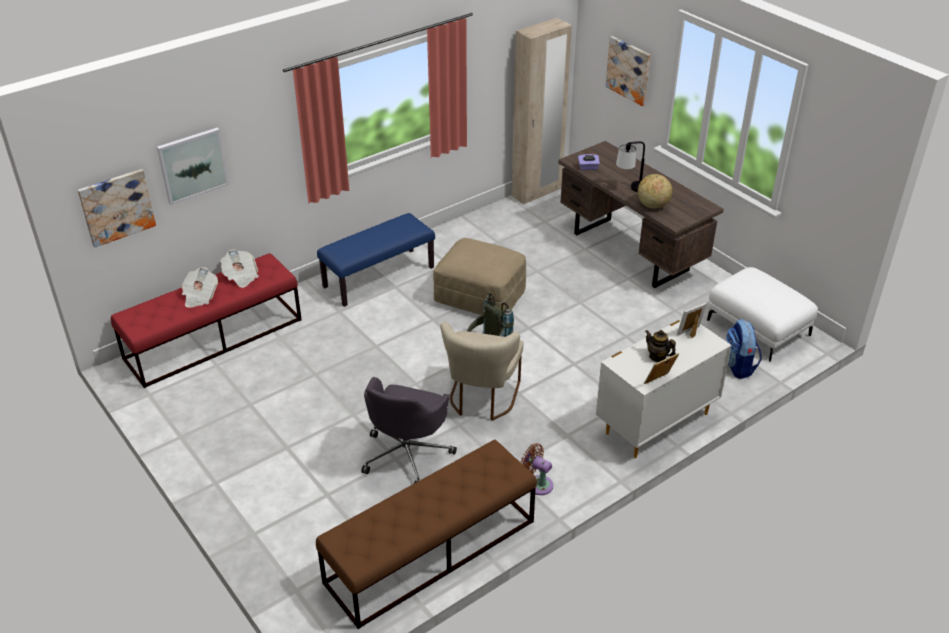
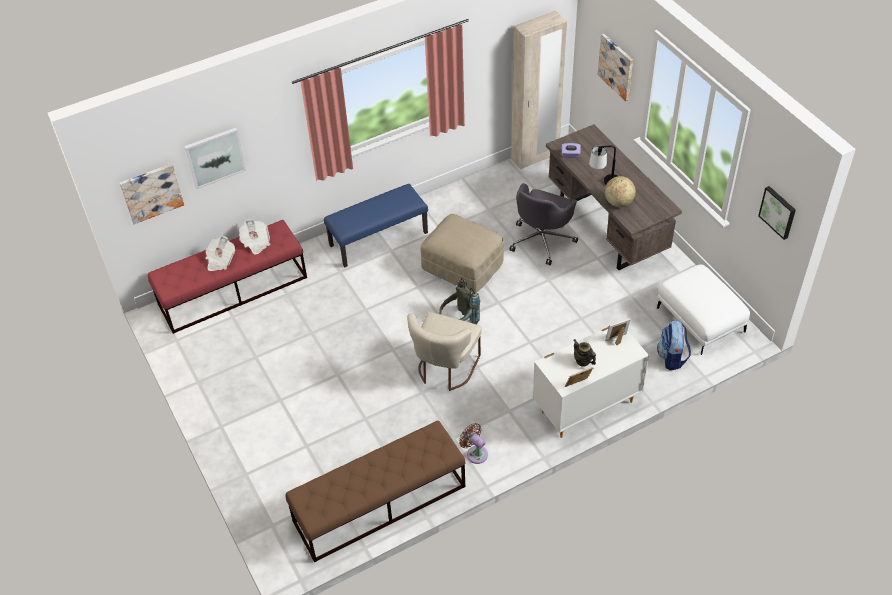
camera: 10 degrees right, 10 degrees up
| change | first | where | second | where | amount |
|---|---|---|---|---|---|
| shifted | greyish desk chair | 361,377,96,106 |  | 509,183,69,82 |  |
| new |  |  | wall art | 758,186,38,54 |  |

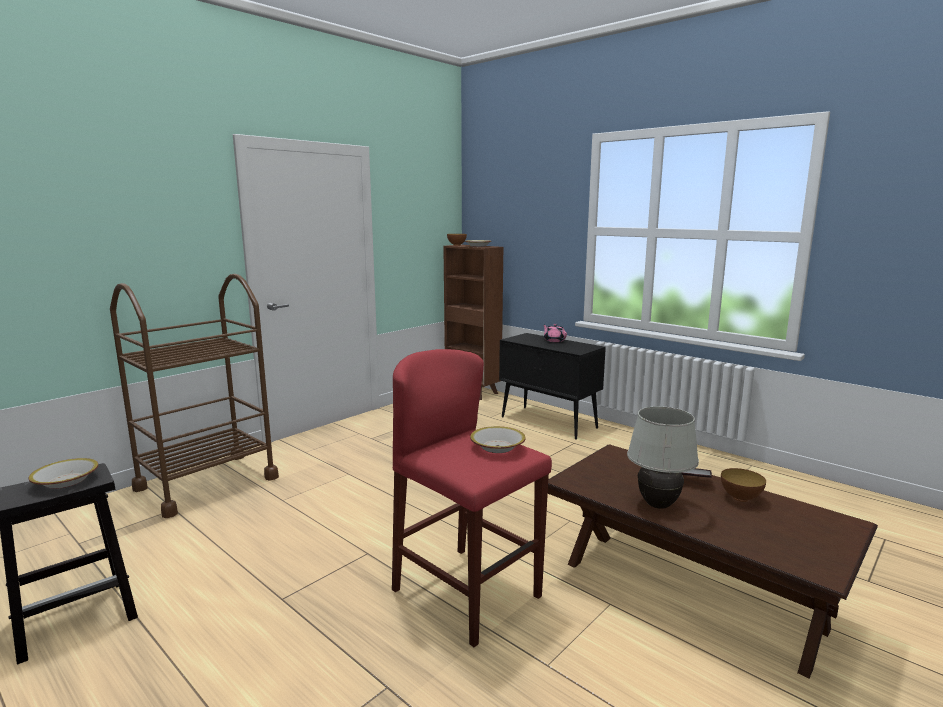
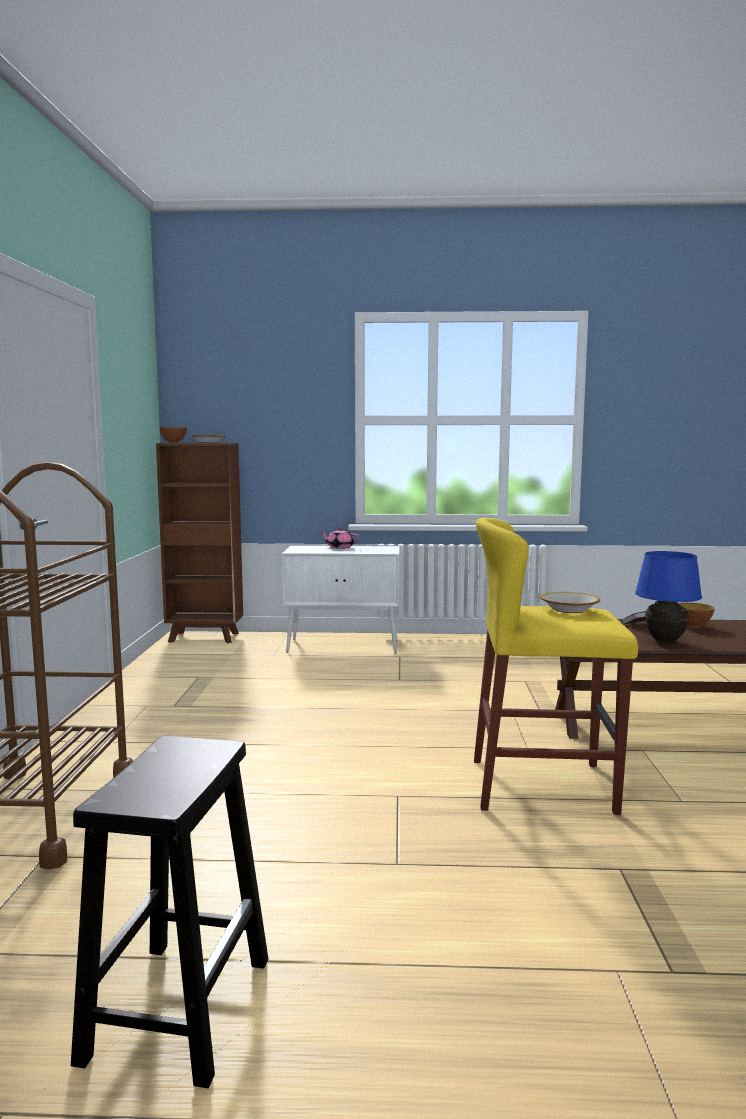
camera: 40 degrees left, 5 degrees down
| change | first | where | second | where | amount |
|---|---|---|---|---|---|
| gone | deep dish | 29,458,69,31 |  |  |  |
| repainted | red-coloured sitting stool | 392,349,160,298 | yellow-coloured sitting stool | 474,518,164,297 |  |
| repainted | blackish cupboard | 499,333,107,107 | white cupboard | 282,546,118,108 |  |
| repainted | white lamp for a table | 627,406,72,103 | blue lamp for a table | 635,551,67,92 |  |

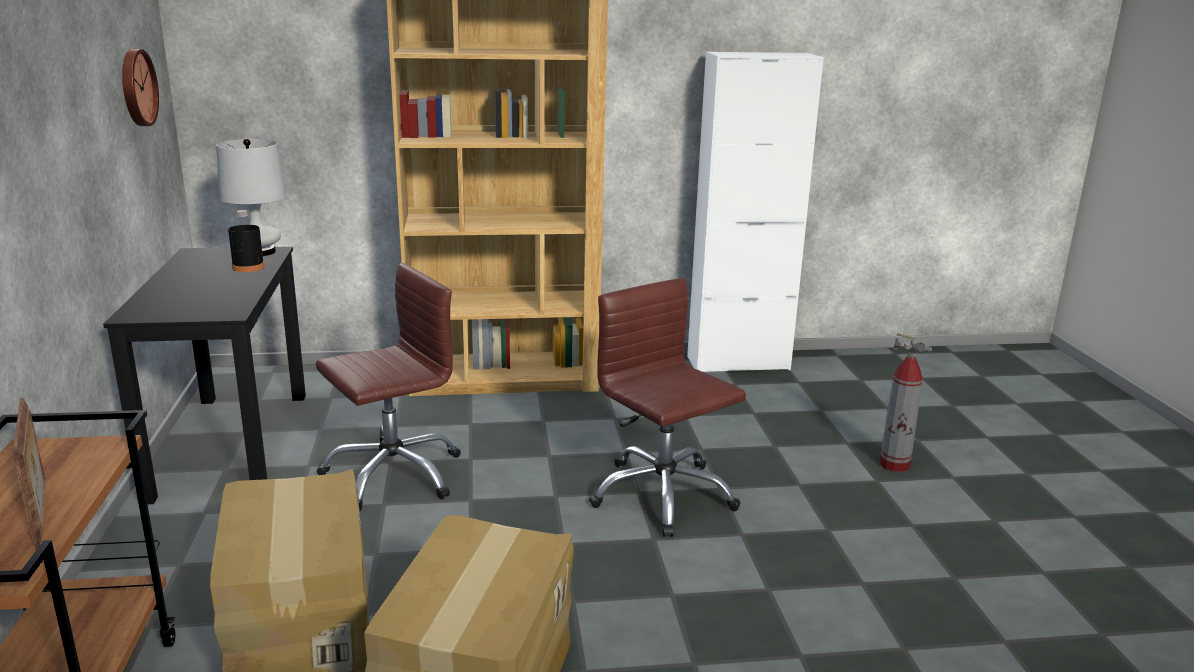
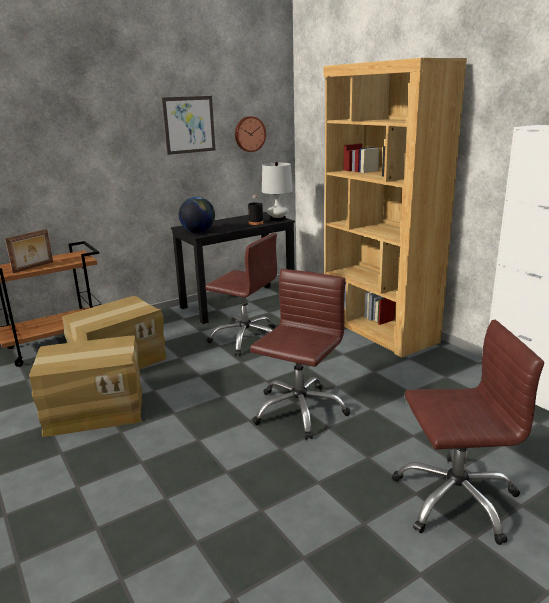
camera: 65 degrees right, 0 degrees up
| change | first | where | second | where | amount |
|---|---|---|---|---|---|
| swapped | extinguisher | 879,333,53,139 | brown desk chair | 392,320,152,225 |  |
| new |  |  | wall art | 162,96,53,59 |  |
| new |  |  | globe | 179,197,36,36 |  |

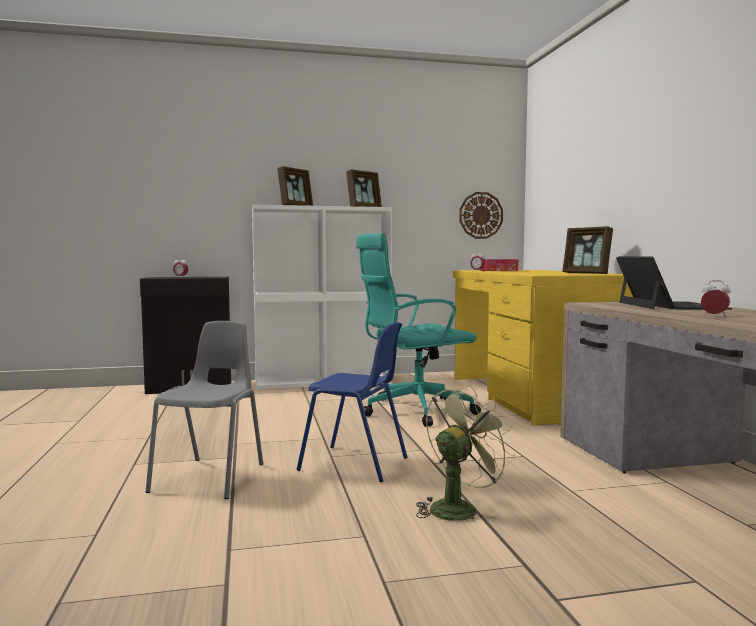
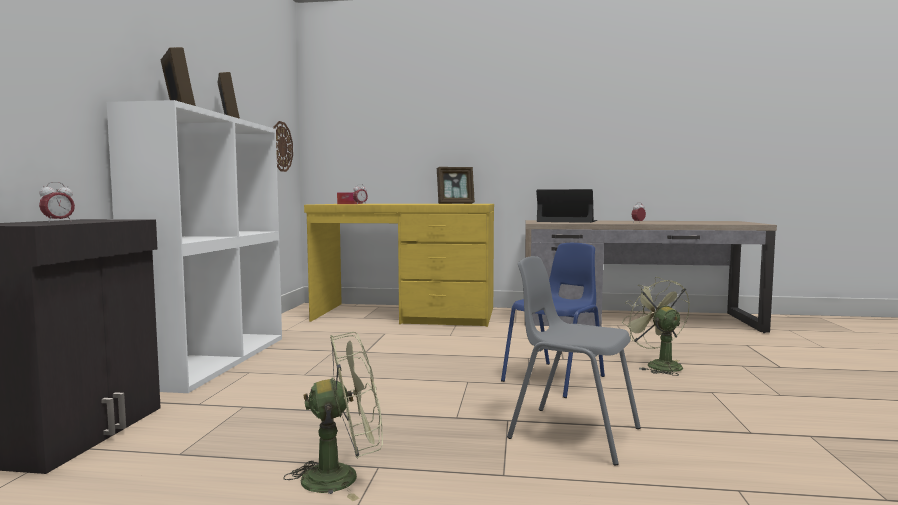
camera: 70 degrees left, 0 degrees up
| change | first | where | second | where | amount |
|---|---|---|---|---|---|
| gone | turquoise desk chair | 356,233,125,194 |  |  |  |
| new |  |  | green-coloured cooling fan | 284,332,99,169 |  |

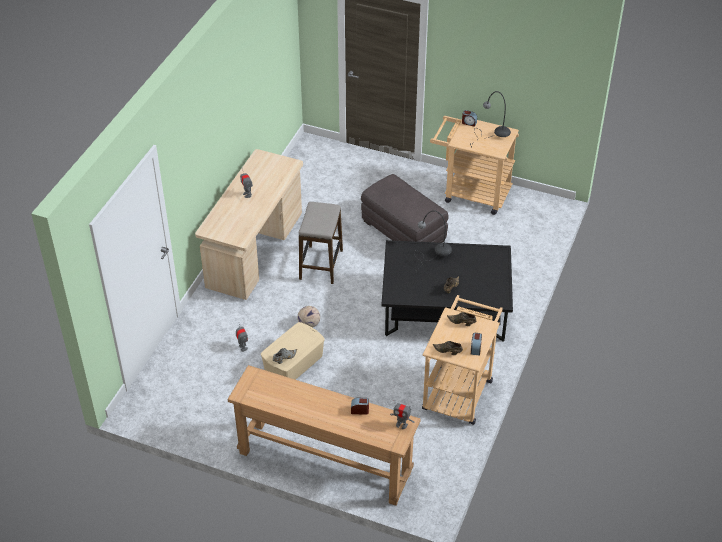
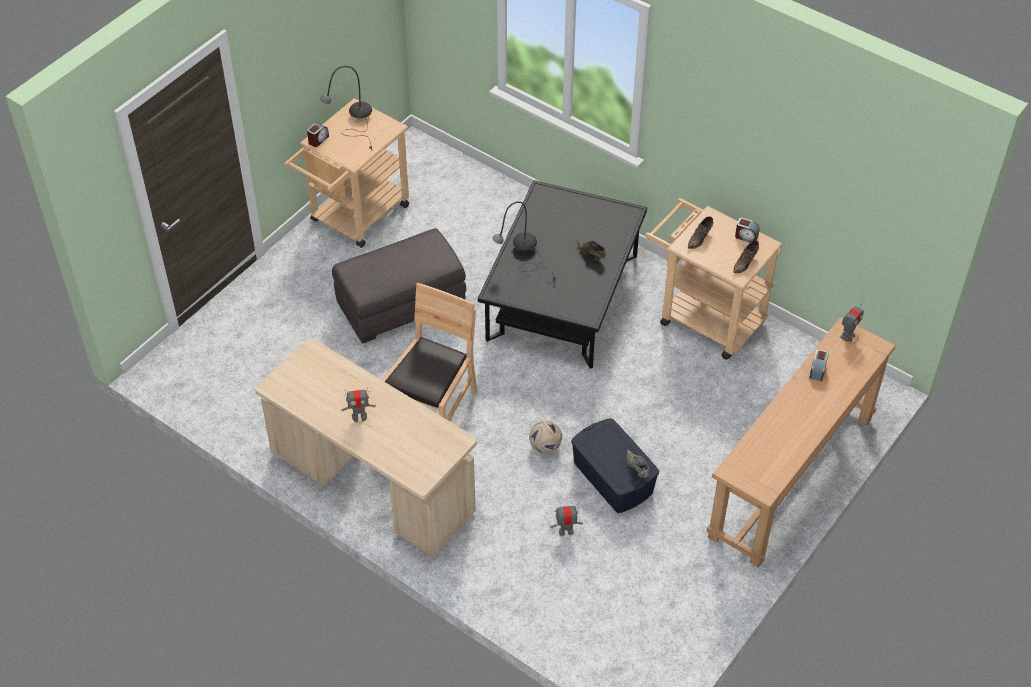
camera: 75 degrees left, 5 degrees up
| change | first | where | second | where | amount |
|---|---|---|---|---|---|
| repainted | beige-coloured storage bin | 261,322,64,58 | blue storage bin | 571,418,88,95 |  |
| swapped | sitting stool | 299,202,44,82 | brown plain chair | 382,283,95,138 |  |

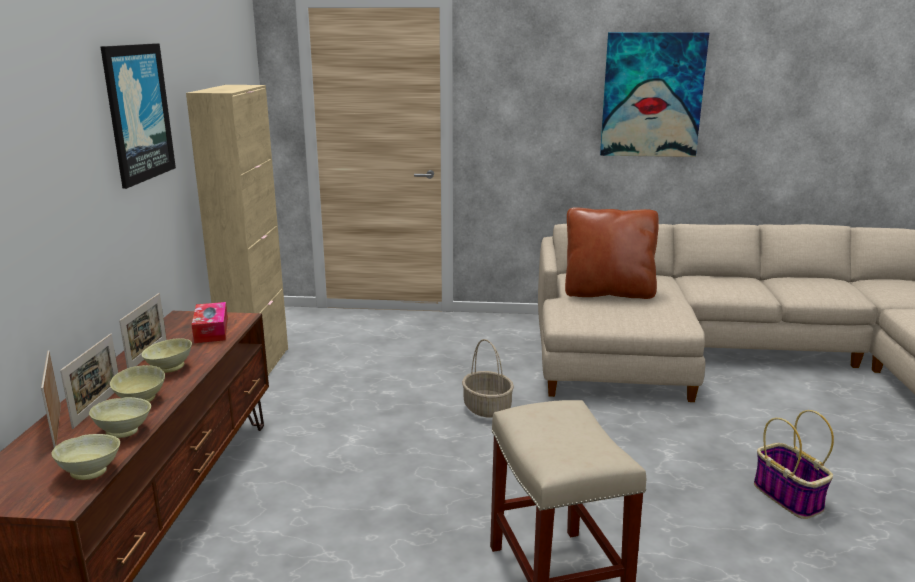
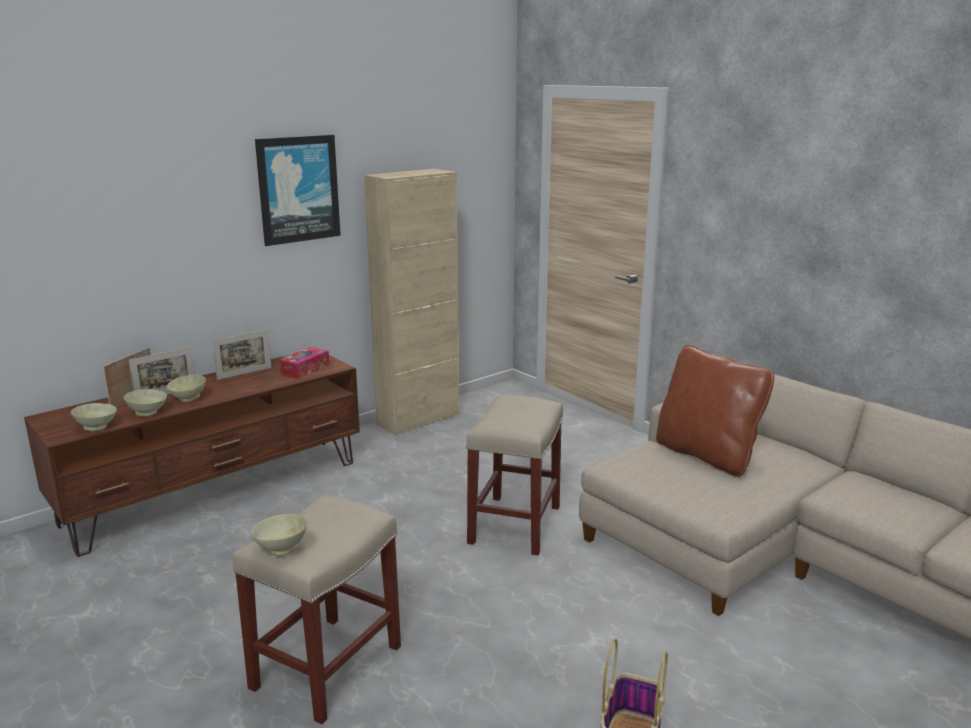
camera: 45 degrees right, 0 degrees up
| change | first | where | second | where | amount |
|---|---|---|---|---|---|
| shifted | beige-coloured deep dish | 141,338,51,35 |  | 251,514,57,42 |  |
| swapped | basket | 462,339,52,79 | beige-coloured sitting stool | 466,396,97,159 |  |
| gone | wall art | 600,32,109,125 |  |  |  |

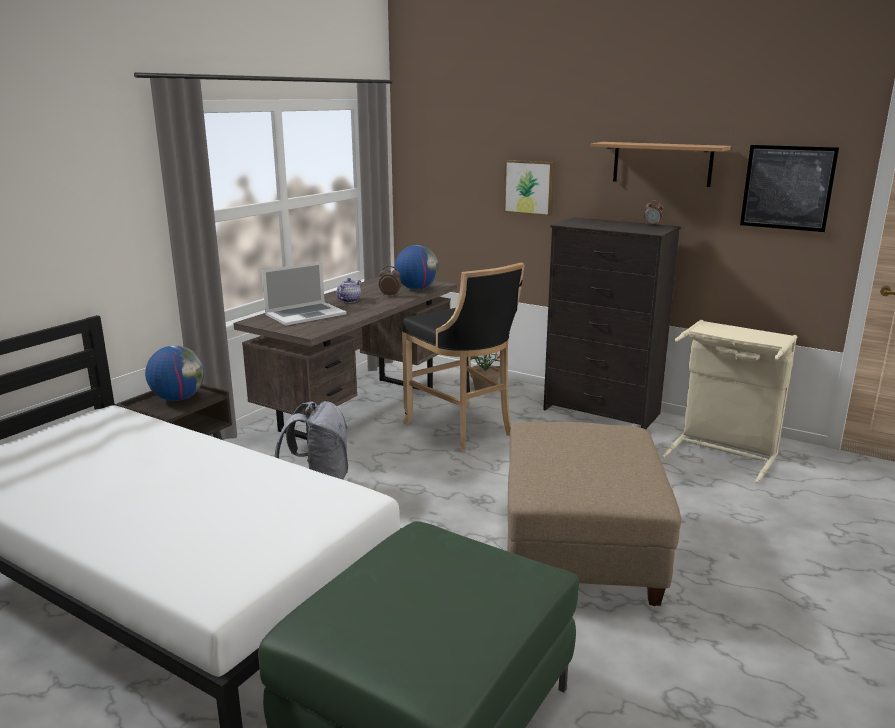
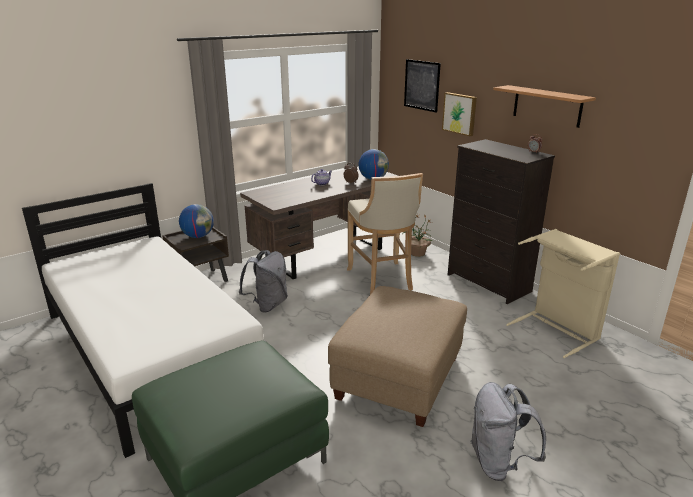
camera: 20 degrees right, 5 degrees up
| change | first | where | second | where | amount |
|---|---|---|---|---|---|
| gone | laptop | 262,262,85,64 |  |  |  |
| repainted | blackish sitting stool | 402,263,123,188 | beige-coloured sitting stool | 347,173,76,122 |  |
| shifted | wall art | 740,145,99,87 |  | 404,59,37,54 |  |
| new |  |  | greyish backpack | 470,382,76,99 |  |

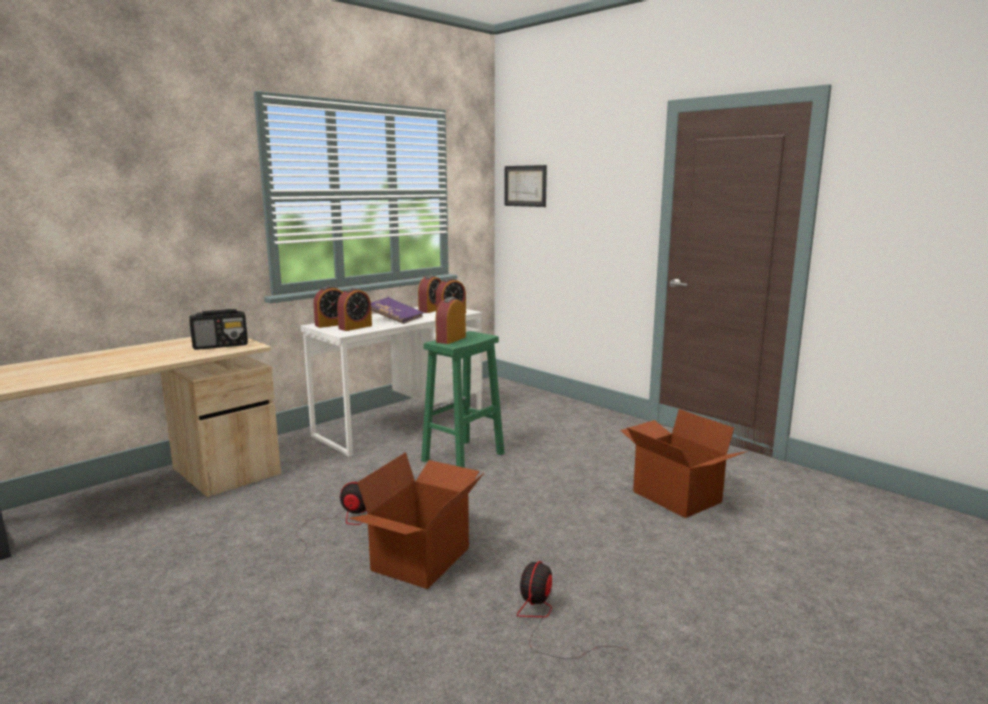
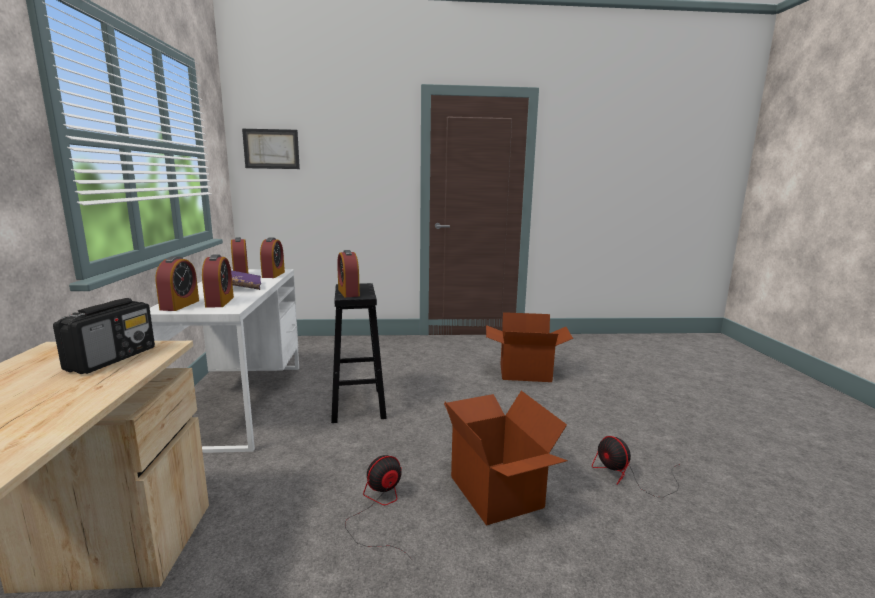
camera: 50 degrees left, 0 degrees up
| change | first | where | second | where | amount |
|---|---|---|---|---|---|
| repainted | green-coloured sitting stool | 421,331,83,137 | blackish sitting stool | 331,283,56,140 |  |

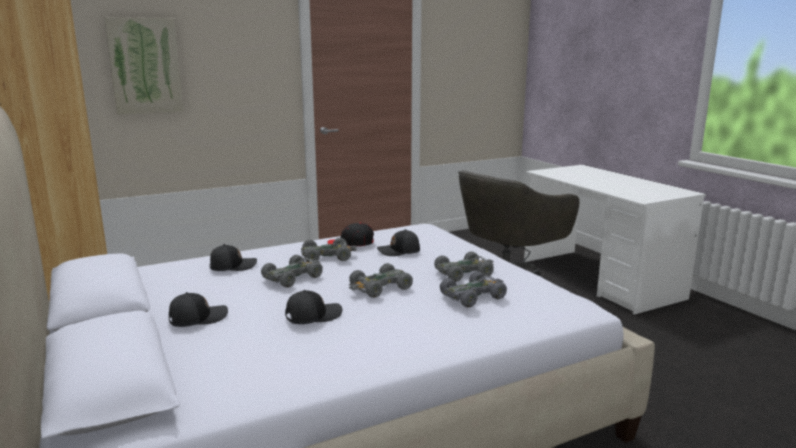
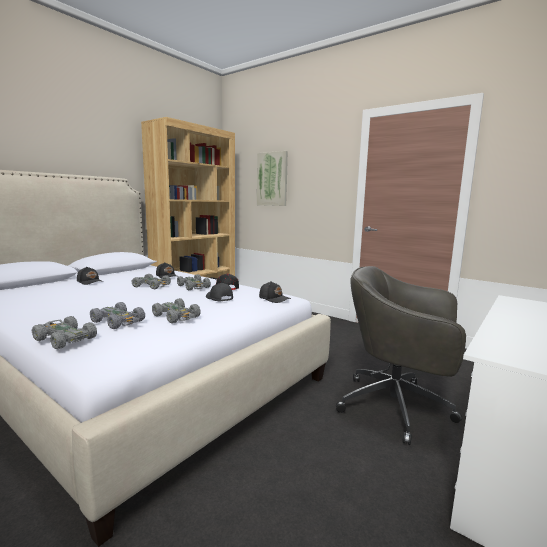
camera: 65 degrees right, 5 degrees down
| change | first | where | second | where | amount |
|---|---|---|---|---|---|
| shifted | blackish peaked cap | 285,290,57,34 |  | 259,281,32,22 |  |
| shifted | greyish model car | 349,263,64,35 |  | 32,316,65,33 |  |

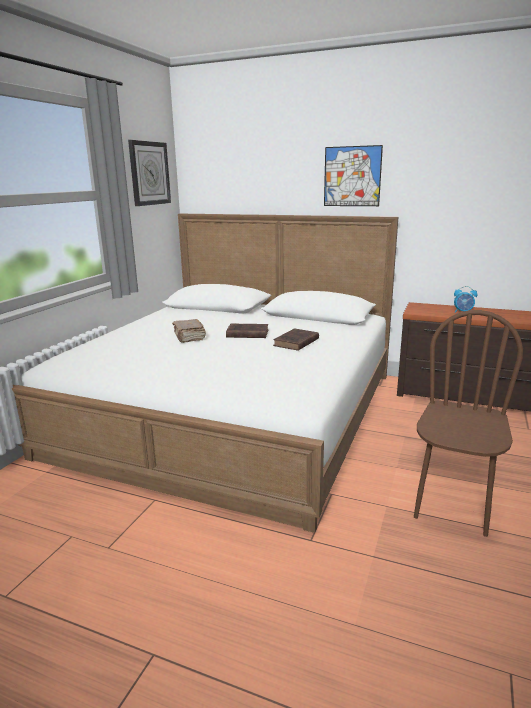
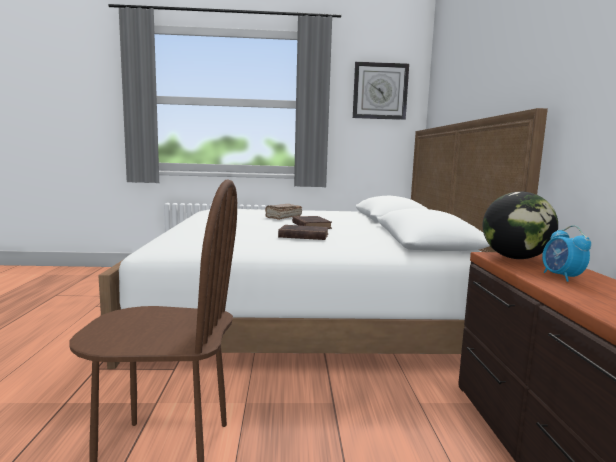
camera: 65 degrees right, 10 degrees down
| change | first | where | second | where | amount |
|---|---|---|---|---|---|
| gone | wall art | 324,145,59,61 |  |  |  |
| new |  |  | globe | 483,191,75,68 |  |

